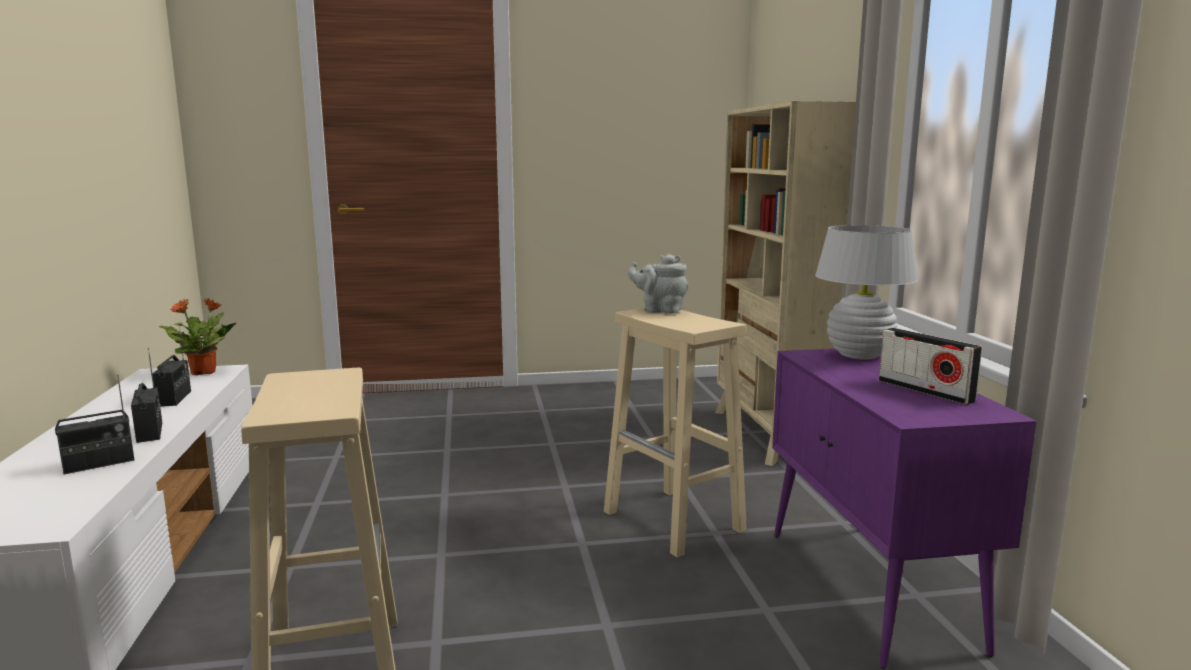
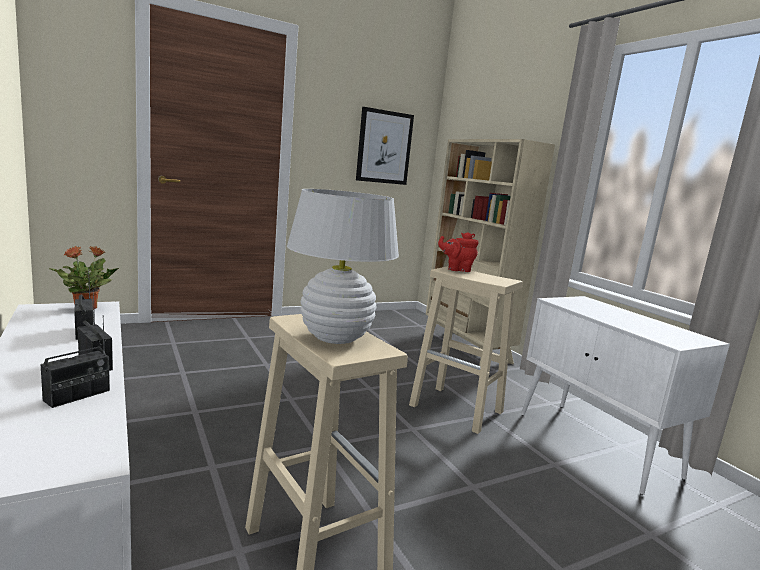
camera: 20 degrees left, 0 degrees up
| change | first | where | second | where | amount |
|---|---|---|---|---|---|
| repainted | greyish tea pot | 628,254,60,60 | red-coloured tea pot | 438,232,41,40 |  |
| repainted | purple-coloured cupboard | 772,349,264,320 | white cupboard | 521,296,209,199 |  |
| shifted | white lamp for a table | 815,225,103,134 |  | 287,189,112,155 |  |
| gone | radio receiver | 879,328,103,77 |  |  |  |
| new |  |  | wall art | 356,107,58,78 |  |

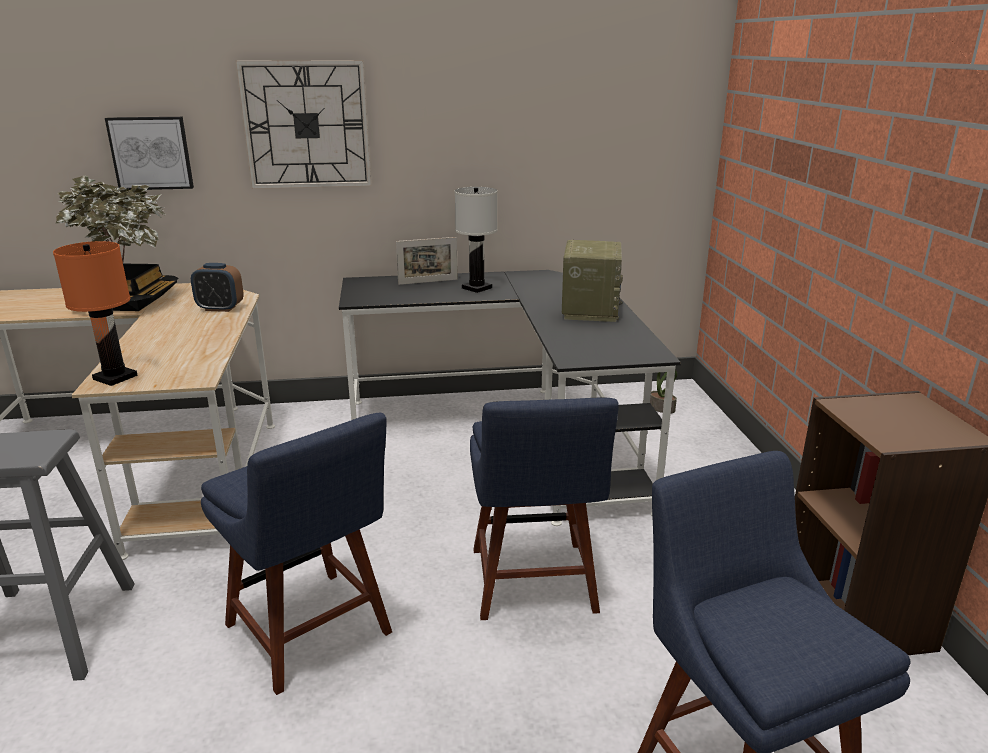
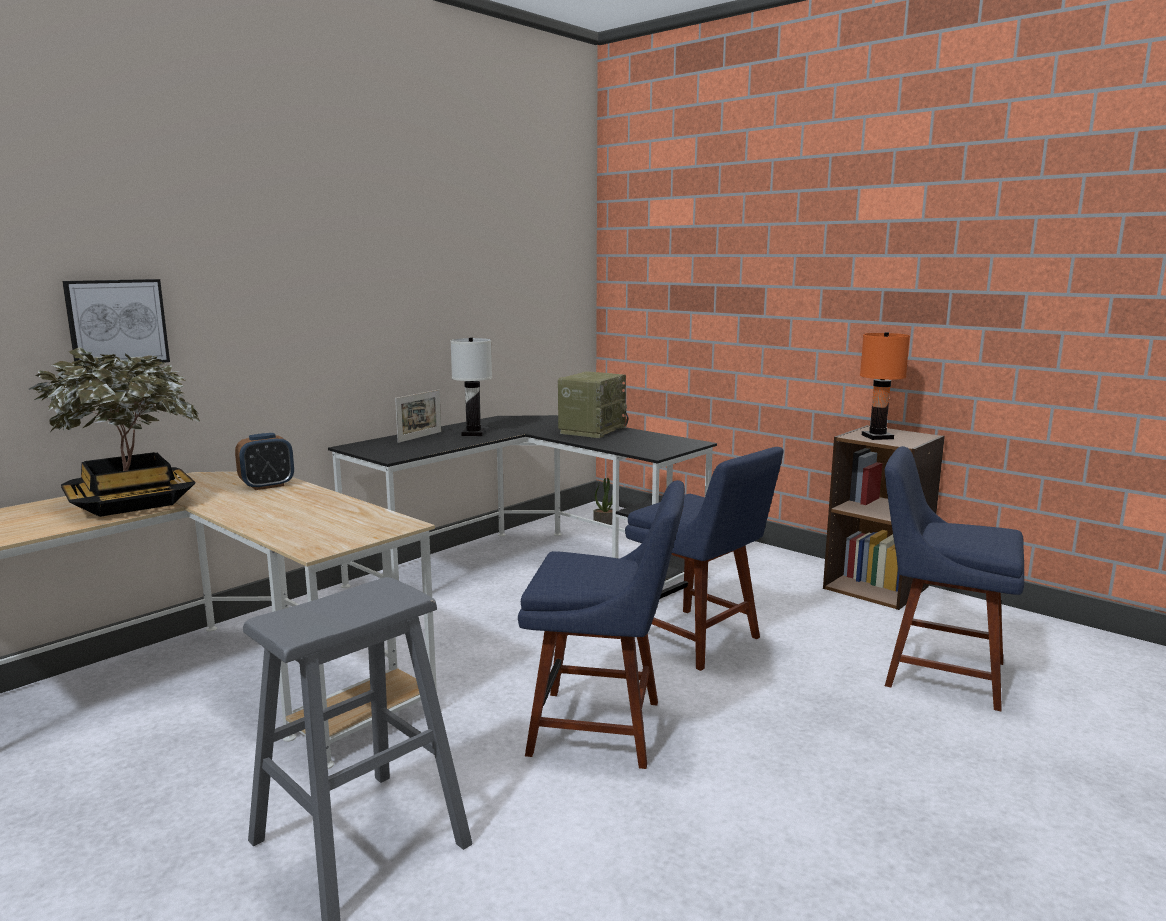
camera: 40 degrees left, 10 degrees down
| change | first | where | second | where | amount |
|---|---|---|---|---|---|
| shifted | orange-coloured lamp for a table | 53,241,85,145 |  | 860,332,50,108 |  |
| gone | wall clock | 236,60,136,129 |  |  |  |
| rotated | radio receiver | 562,240,61,82 |  | 558,372,71,66 | 60 degrees clockwise |

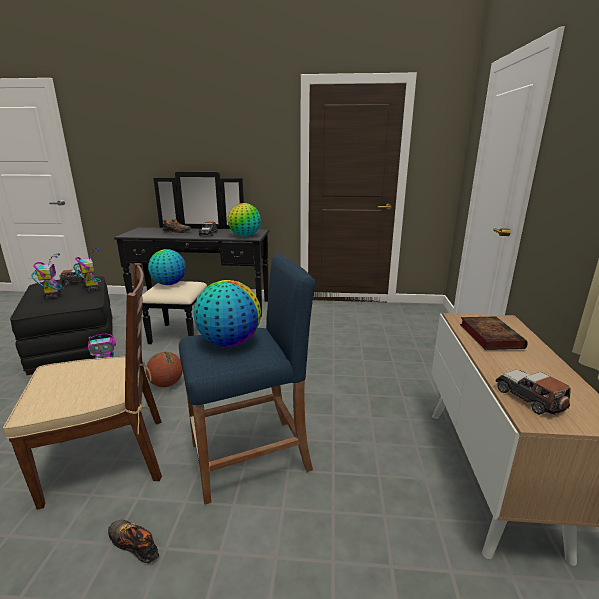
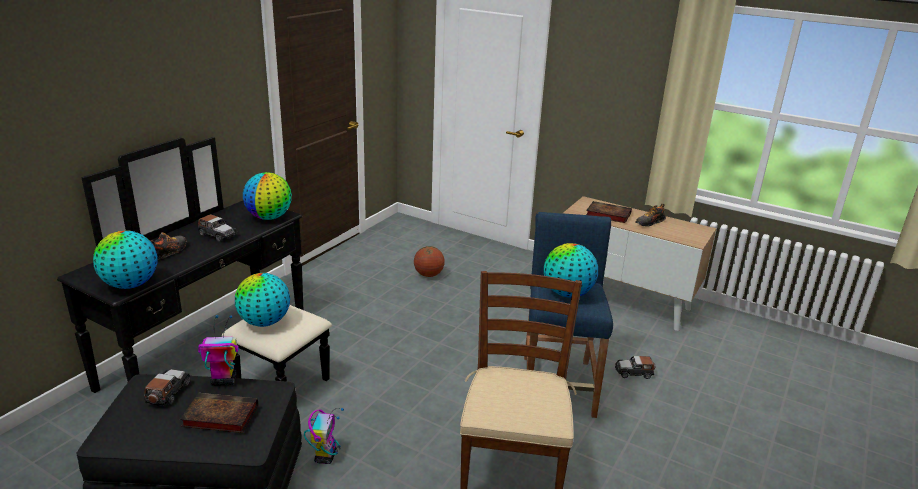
camera: 65 degrees left, 5 degrees up
| change | first | where | second | where | amount |
|---|---|---|---|---|---|
| swapped | model robot | 31,253,33,46 | bound book | 180,393,78,40 |  |
| shifted | shoe | 108,520,51,43 |  | 635,204,31,23 |  |
| shifted | basketball | 146,352,37,35 |  | 414,246,31,31 |  |
| shifted | model car | 495,370,75,45 |  | 615,356,40,23 |  |
| new |  |  | globe | 93,230,65,59 |  |

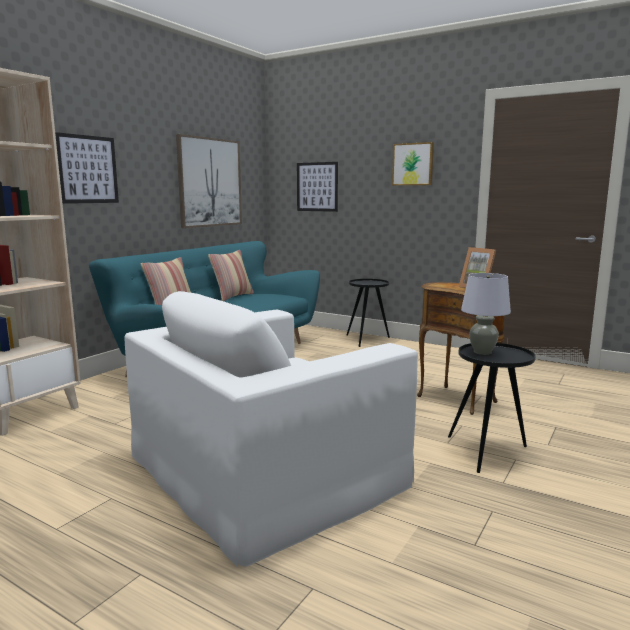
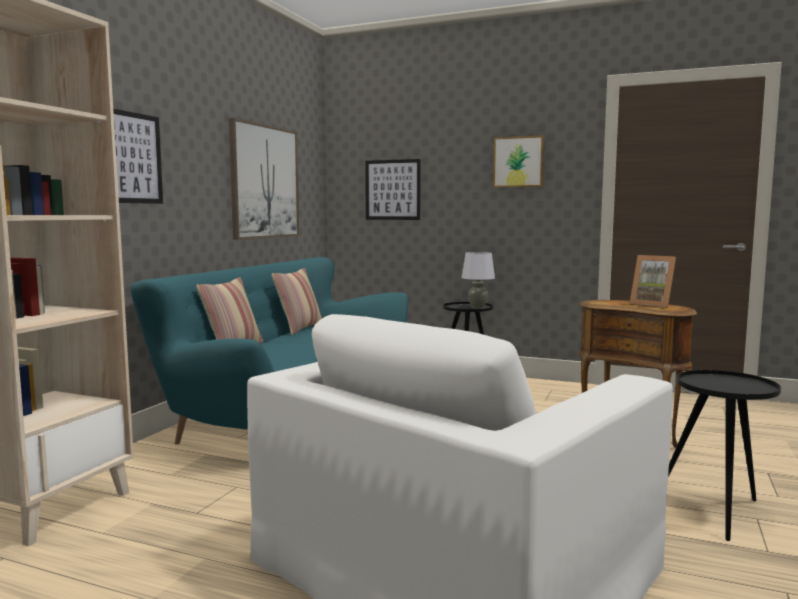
camera: 10 degrees left, 5 degrees down
| change | first | where | second | where | amount |
|---|---|---|---|---|---|
| shifted | greyish lamp for a table | 461,273,50,82 |  | 461,252,34,57 |  |

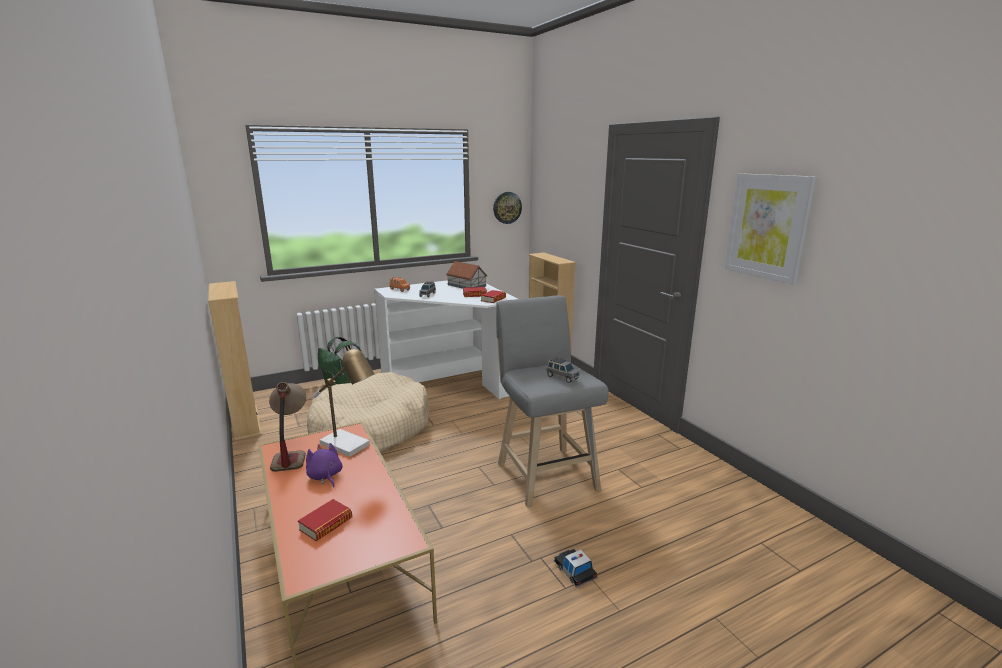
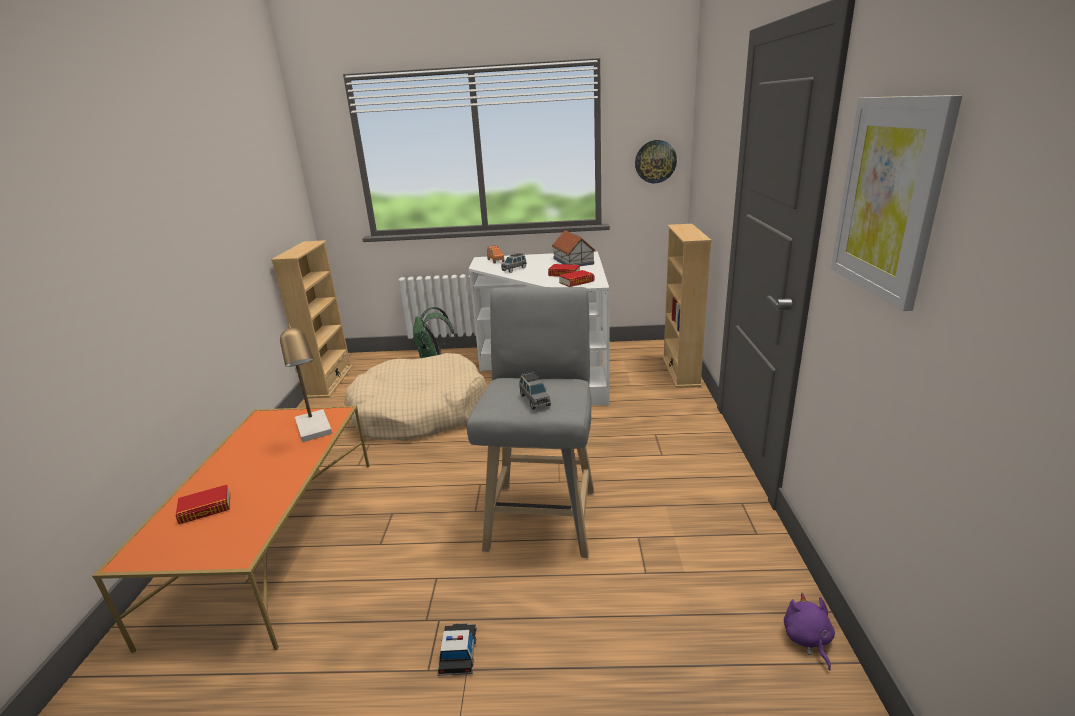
camera: 30 degrees right, 5 degrees up
| change | first | where | second | where | amount |
|---|---|---|---|---|---|
| gone | lamp for a table | 269,382,37,90 |  |  |  |
| shifted | purple-coloured plush toy | 306,443,37,45 |  | 784,593,51,77 |  |

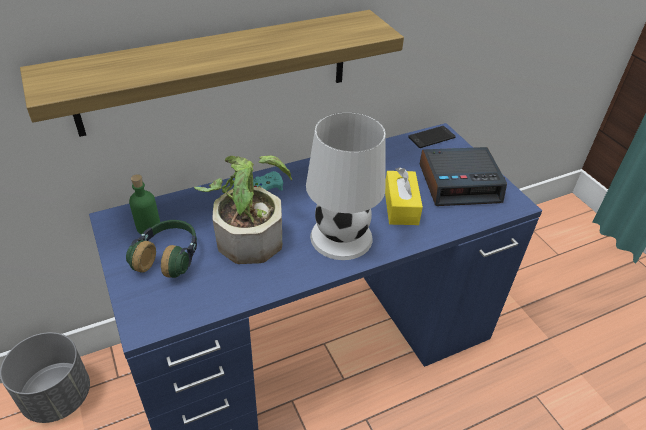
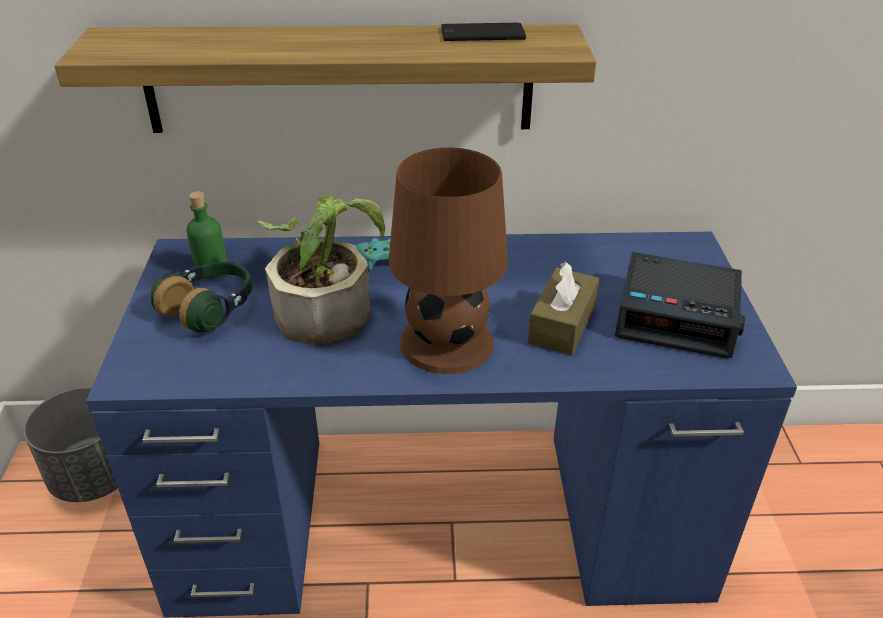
camera: 25 degrees right, 5 degrees down
| change | first | where | second | where | amount |
|---|---|---|---|---|---|
| repainted | white lamp for a table | 306,112,79,148 | brown lamp for a table | 389,148,119,226 |  |
| repainted | yellow-coloured tissue box | 385,167,38,58 | brown tissue box | 528,262,71,94 |  |
| shifted | phone | 408,126,48,22 |  | 441,23,85,18 |  |

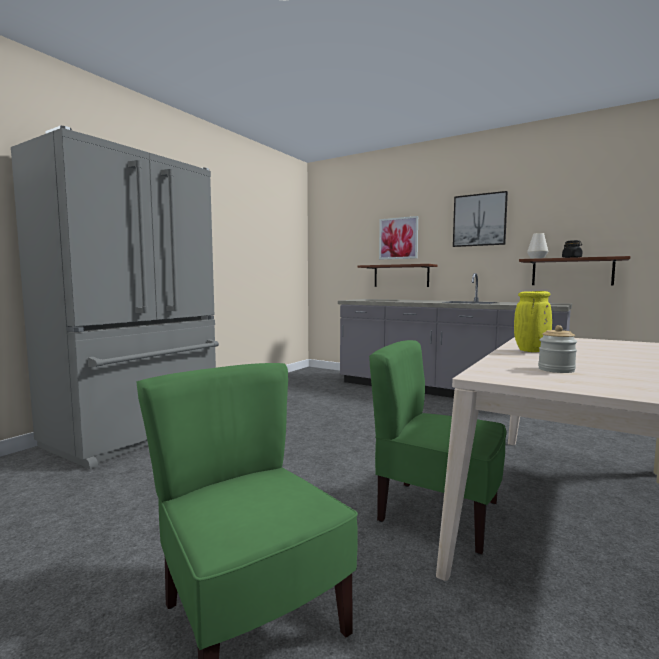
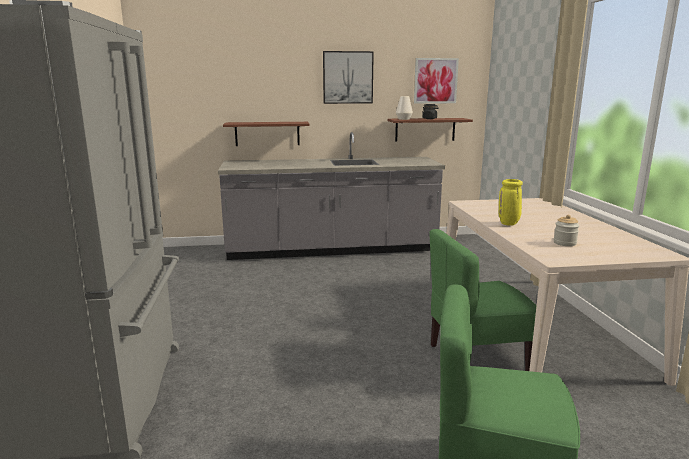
camera: 40 degrees left, 10 degrees up
| change | first | where | second | where | amount |
|---|---|---|---|---|---|
| shifted | wall art | 379,216,39,43 |  | 414,58,45,46 |  |

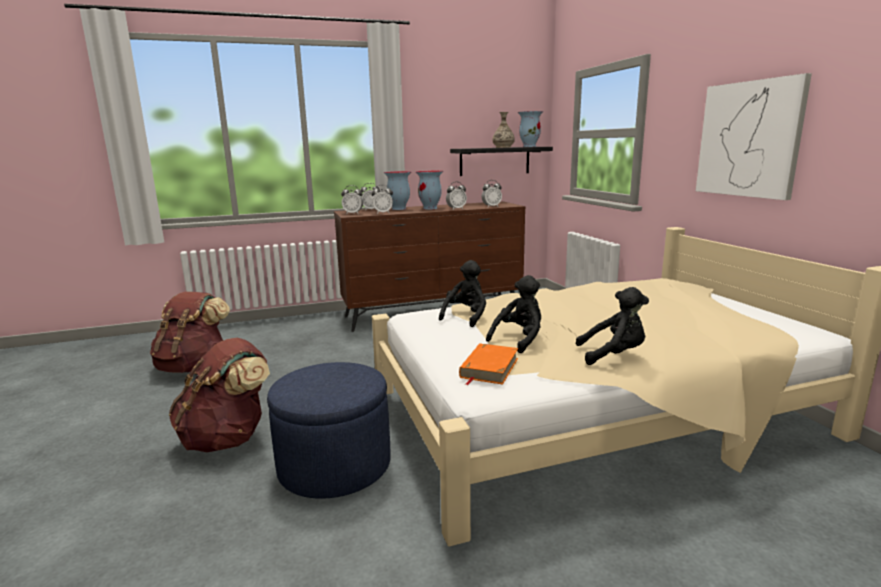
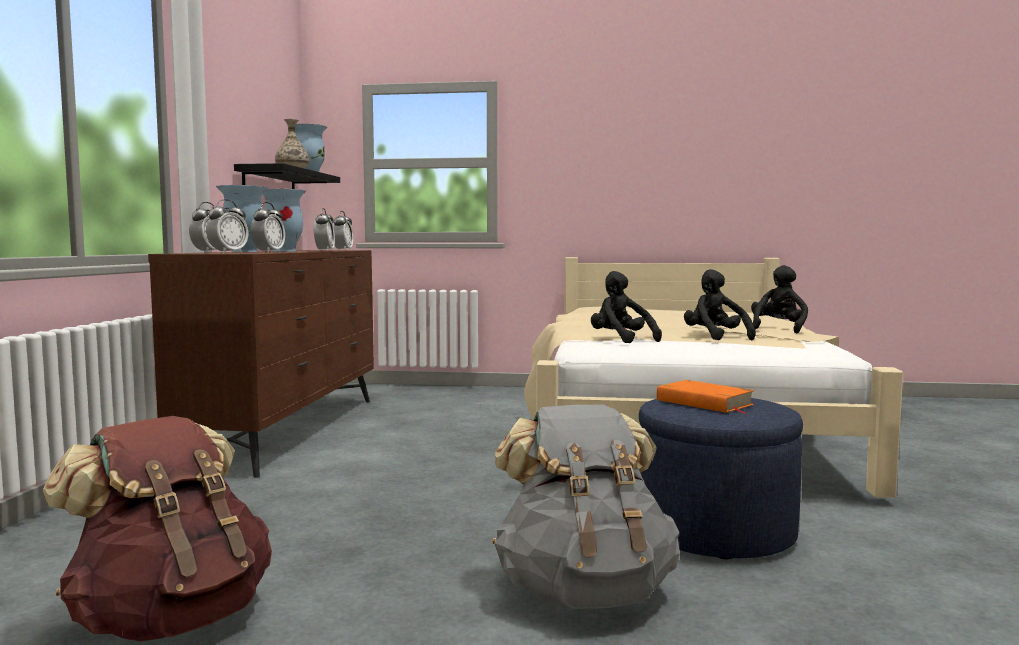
camera: 65 degrees left, 10 degrees down
| change | first | where | second | where | amount |
|---|---|---|---|---|---|
| repainted | brown backpack | 169,338,101,114 | greyish backpack | 492,405,188,204 |  |
| shifted | orange-coloured bound book | 459,343,59,42 |  | 657,380,98,34 |  |
| gone | wall art | 696,73,116,127 |  |  |  |

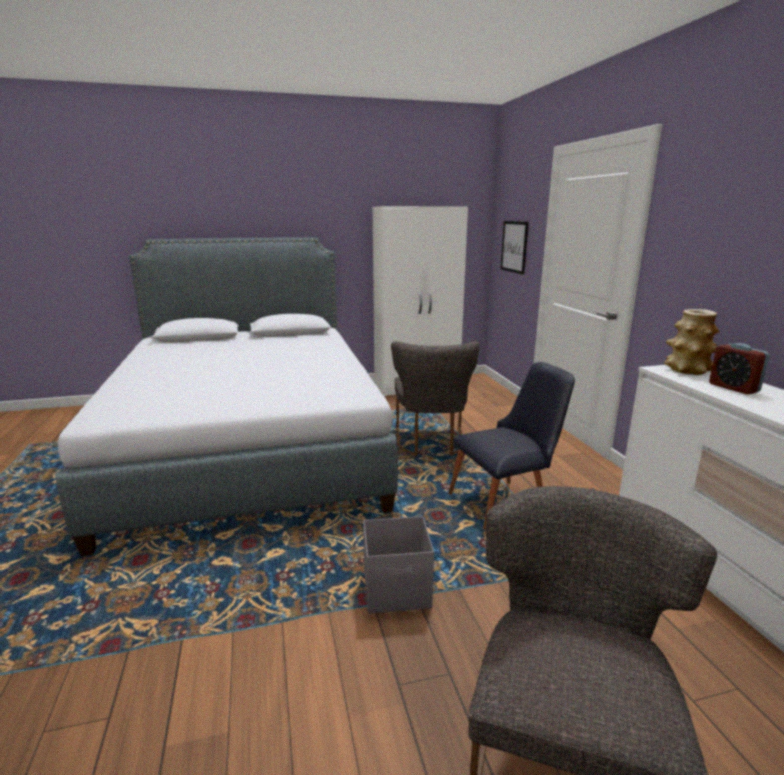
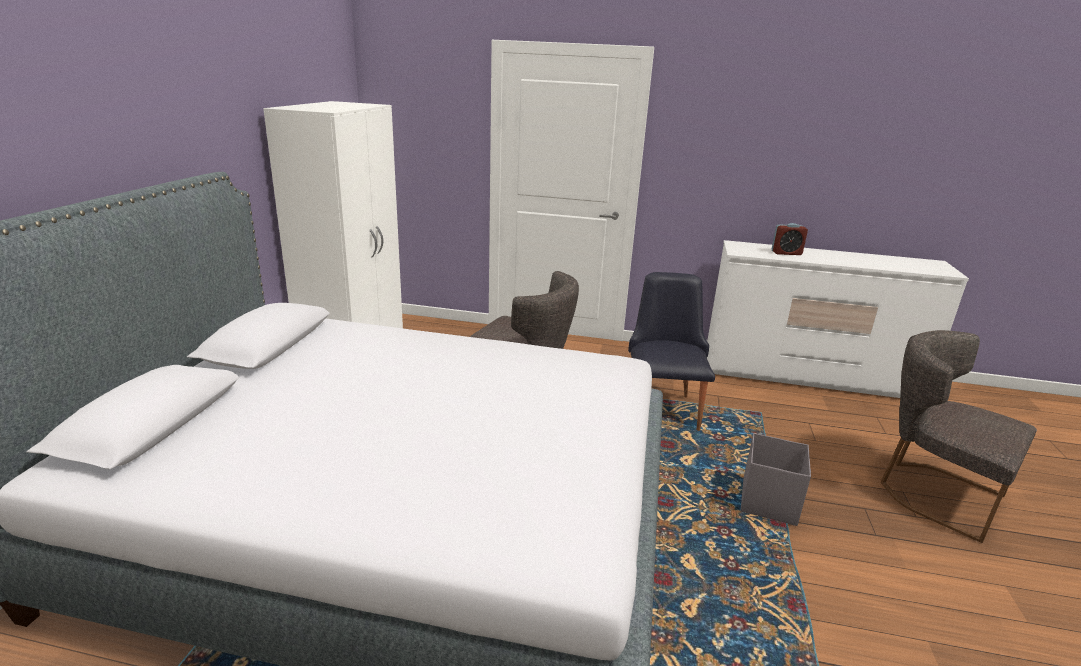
camera: 65 degrees left, 5 degrees up
| change | first | where | second | where | amount |
|---|---|---|---|---|---|
| gone | wall art | 501,221,28,54 |  |  |  |
| gone | vase | 664,309,55,66 |  |  |  |

